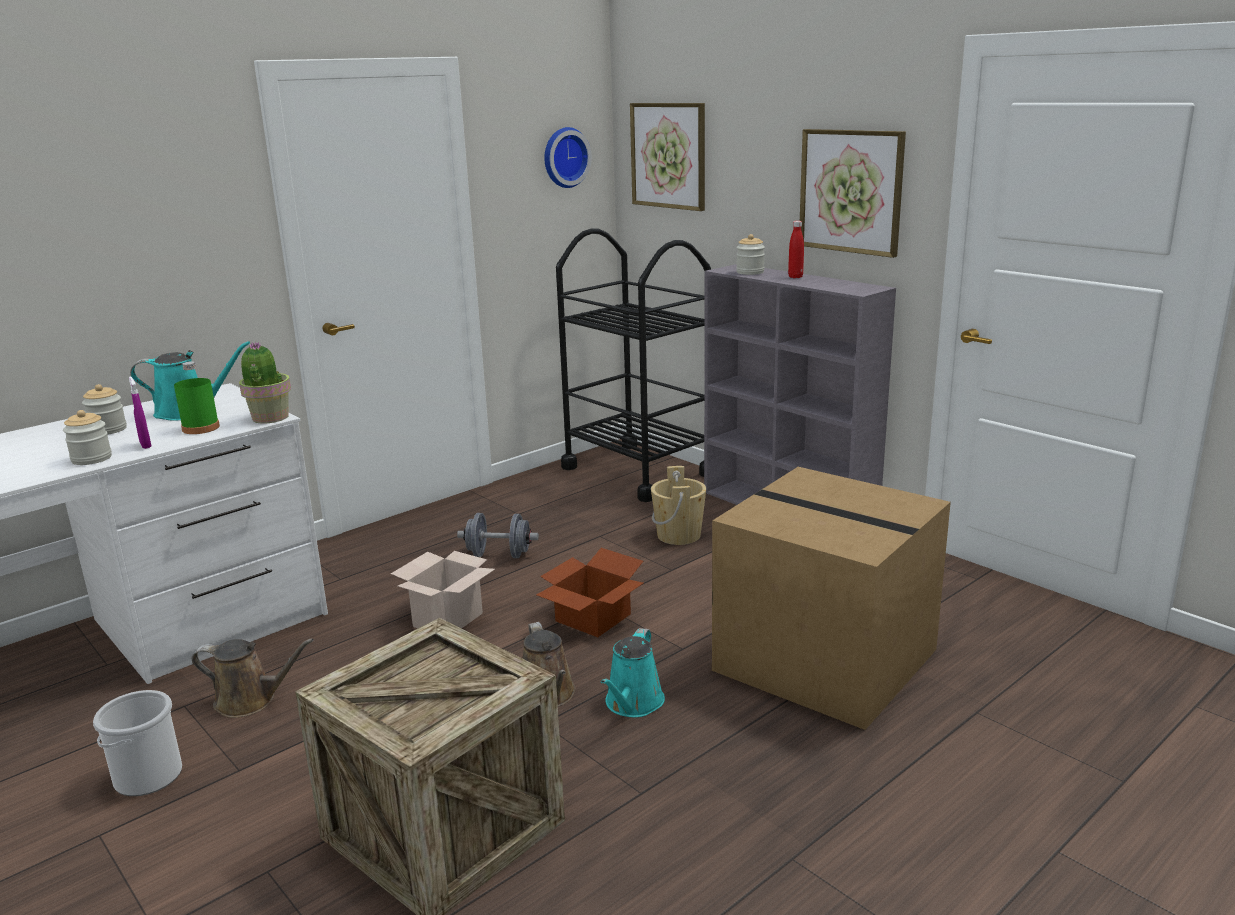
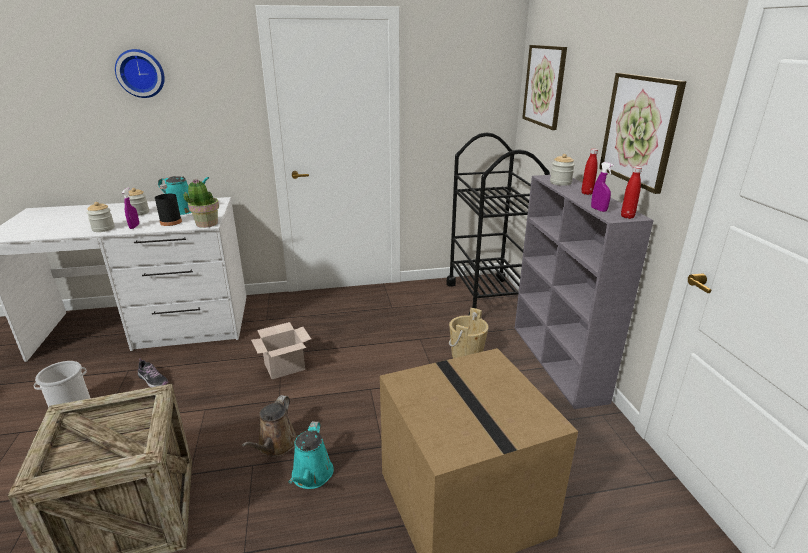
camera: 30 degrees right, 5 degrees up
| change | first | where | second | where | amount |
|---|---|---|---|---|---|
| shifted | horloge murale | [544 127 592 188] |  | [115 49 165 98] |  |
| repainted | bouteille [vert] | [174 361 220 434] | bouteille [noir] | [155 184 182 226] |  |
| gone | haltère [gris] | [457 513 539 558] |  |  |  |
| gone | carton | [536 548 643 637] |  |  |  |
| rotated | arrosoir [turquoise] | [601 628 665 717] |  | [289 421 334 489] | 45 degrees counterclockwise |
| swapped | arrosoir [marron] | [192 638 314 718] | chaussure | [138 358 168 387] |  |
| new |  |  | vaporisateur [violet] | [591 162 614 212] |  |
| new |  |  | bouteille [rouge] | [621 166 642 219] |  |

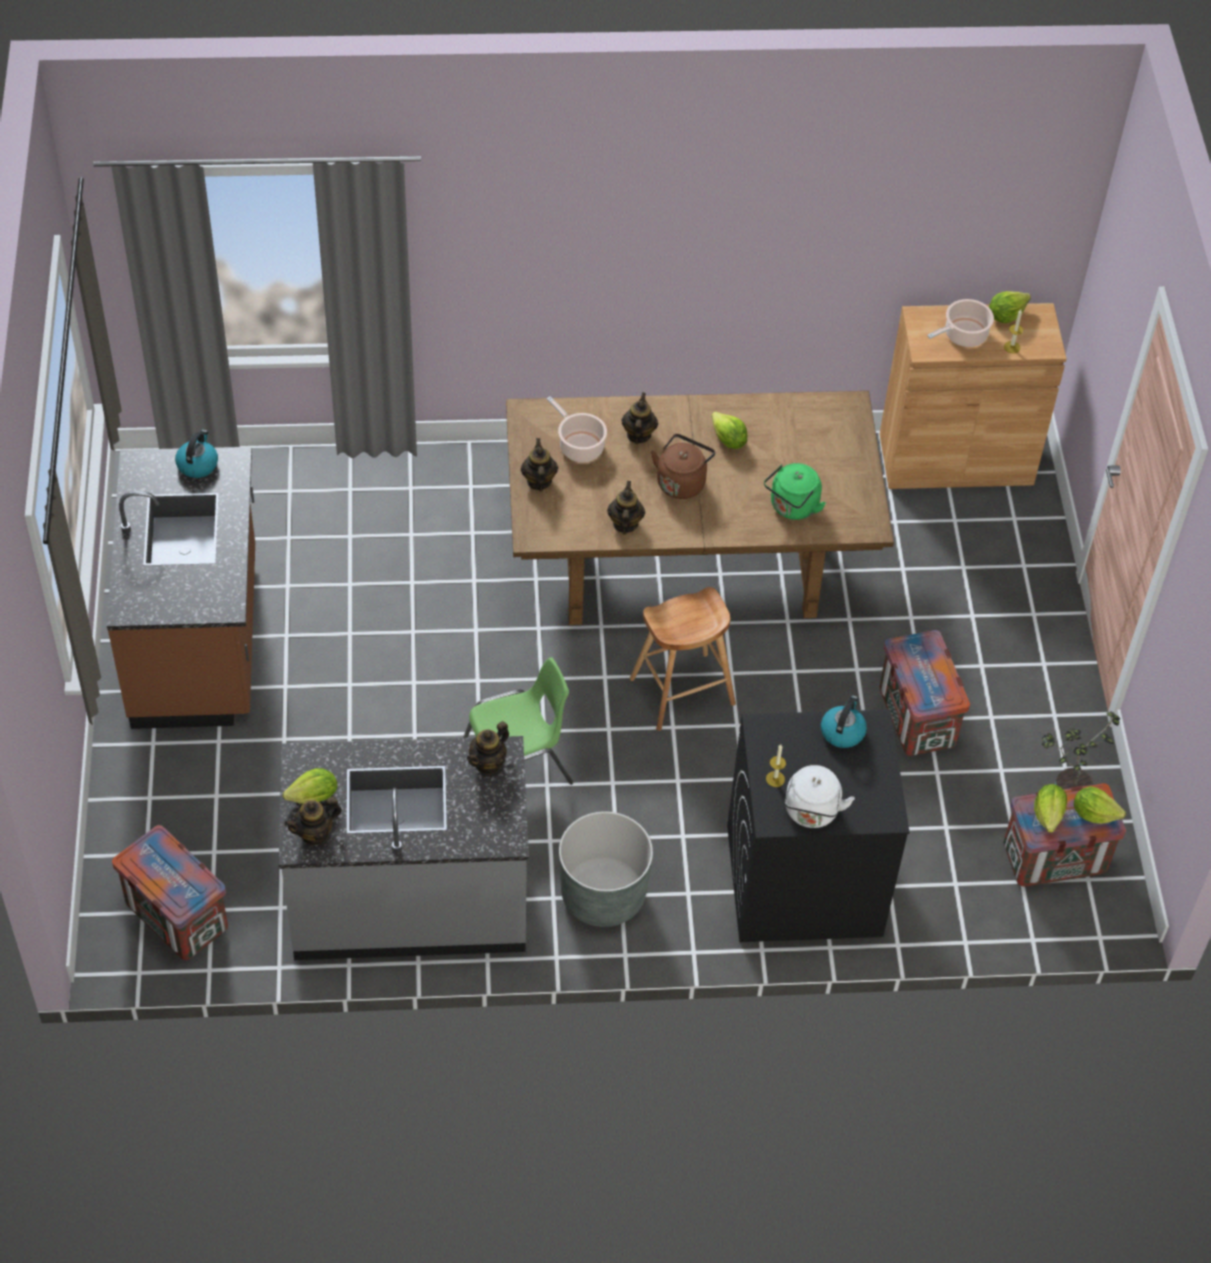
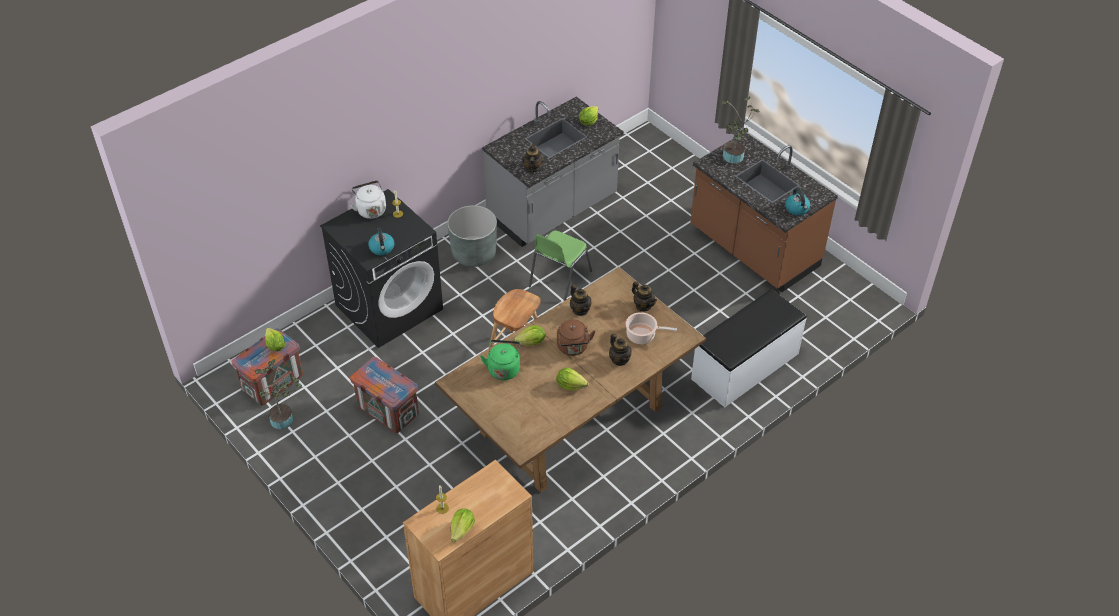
camera: 145 degrees right, 5 degrees down
| change | first | where | second | where | amount |
|---|---|---|---|---|---|
| gone | marmite | [927 299 994 347] |  |  |  |
| shifted | laitue | [1074 786 1126 824] |  | [514 325 545 346] |  |
| gone | théière | [284 797 342 846] |  |  |  |
| gone | caisse | [112 825 228 960] |  |  |  |
| new |  |  | plante en pot | [722 97 760 164] |  |
| new |  |  | banc [blanc] | [691 289 807 408] |  |

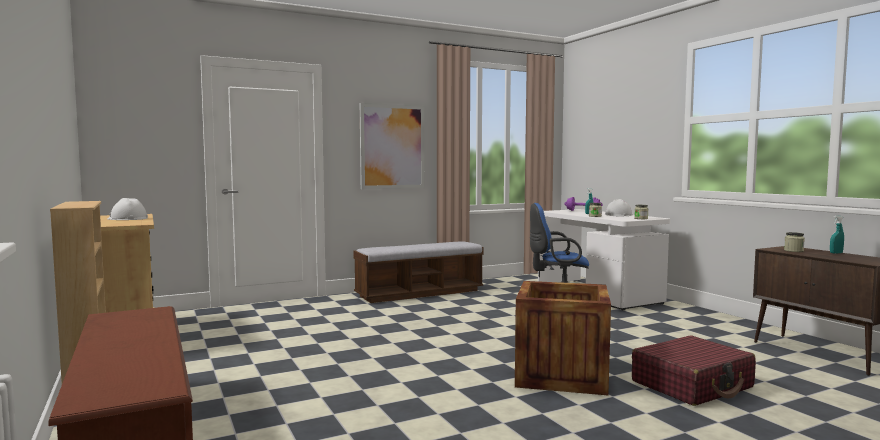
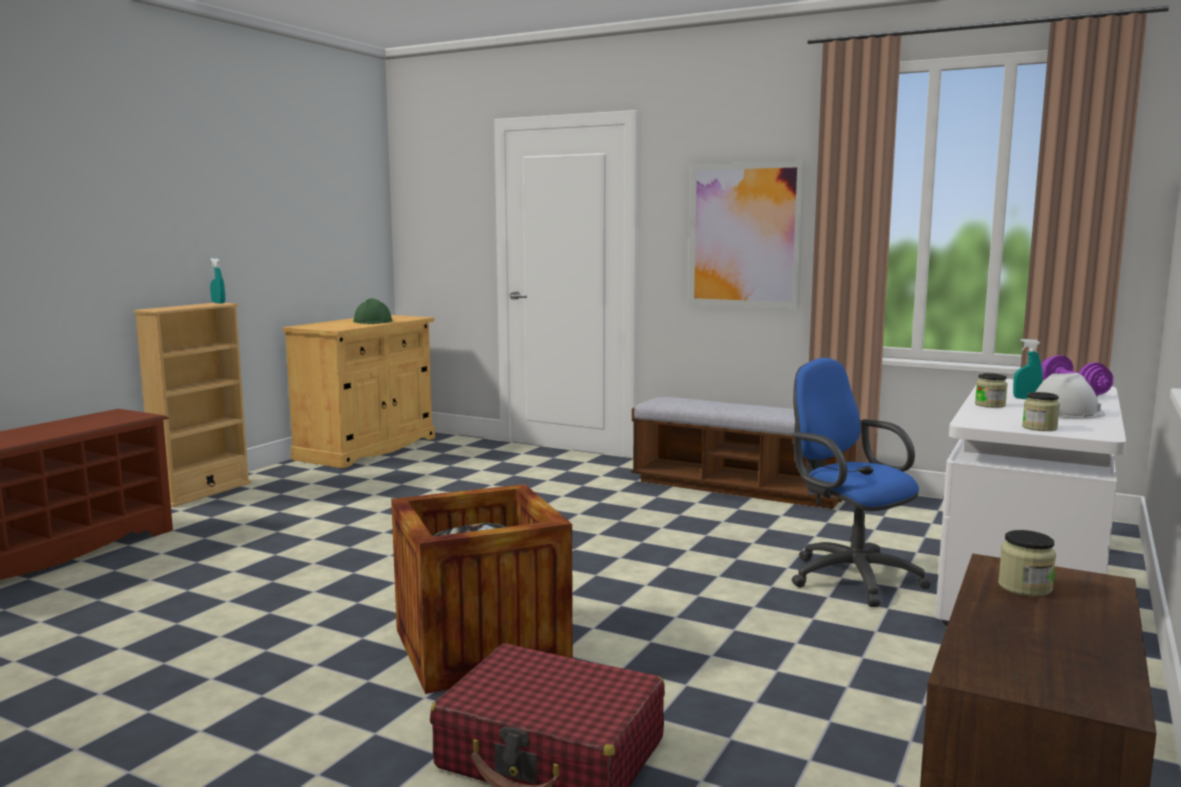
camera: 55 degrees right, 5 degrees up
| change | first | where | second | where | amount |
|---|---|---|---|---|---|
| repainted | casque de chantier [blanc] | [108 198 148 220] | casque de chantier [vert] | [353 298 393 324] |  |
| shifted | vaporisateur [turquoise] | [830 216 844 254] |  | [210 258 225 304] |  |

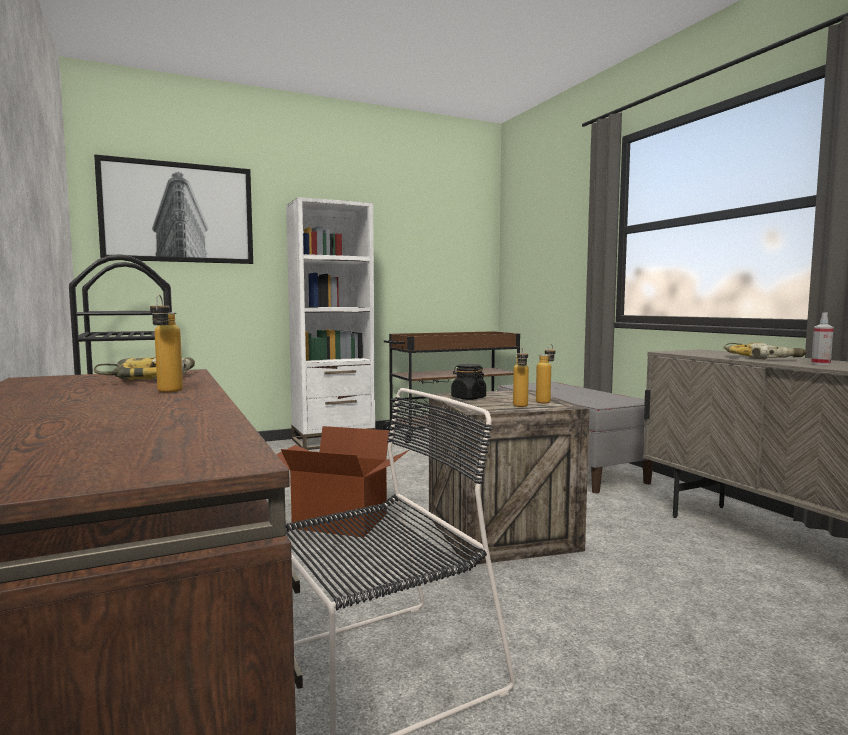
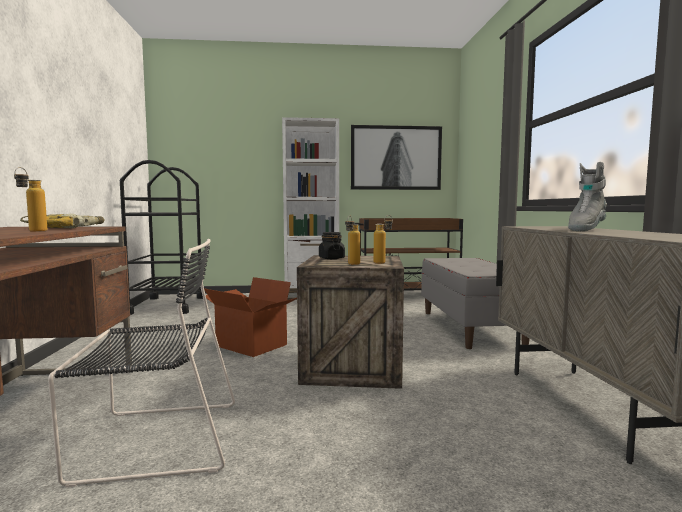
camera: 20 degrees right, 0 degrees up
| change | first | where | second | where | amount |
|---|---|---|---|---|---|
| shifted | tableau | [94 154 253 264] |  | [351 125 442 190] |  |
| gone | vaporisateur | [811 312 834 365] |  |  |  |
| swapped | perceuse | [723 343 807 359] | botte [gris] | [568 162 607 231] |  |

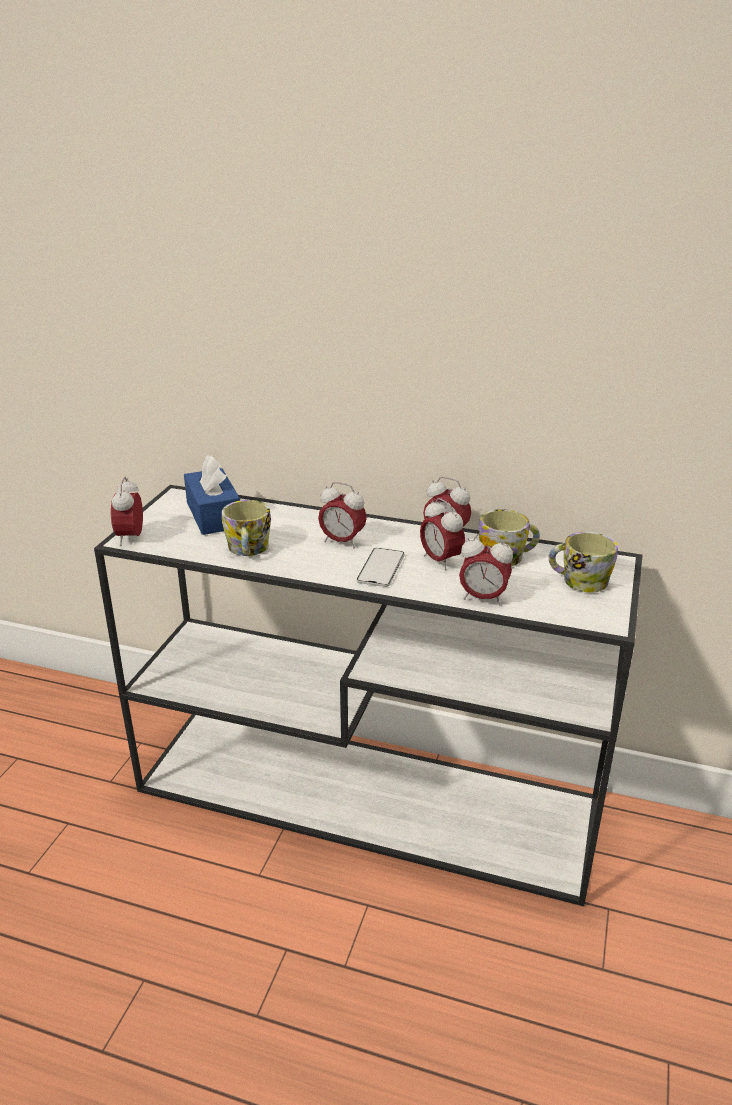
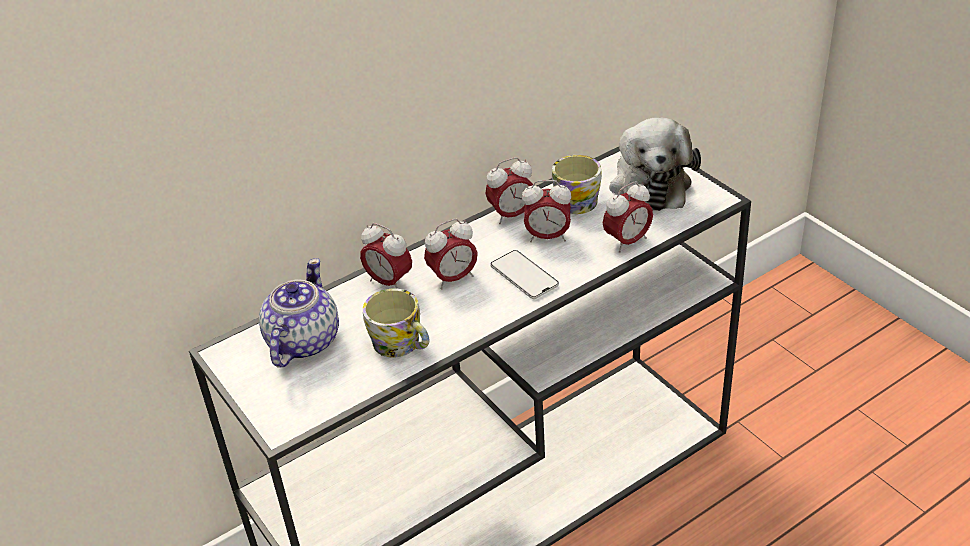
camera: 50 degrees left, 10 degrees up
| change | first | where | second | where | amount |
|---|---|---|---|---|---|
| swapped | boîte à mouchoirs [bleu] | [184 455 240 535] | théière | [259 258 339 367] |  |
| shifted | réveil | [111 477 143 546] |  | [360 223 412 289] |  |
| swapped | mug | [549 532 618 593] | peluche | [609 118 701 211] |  |

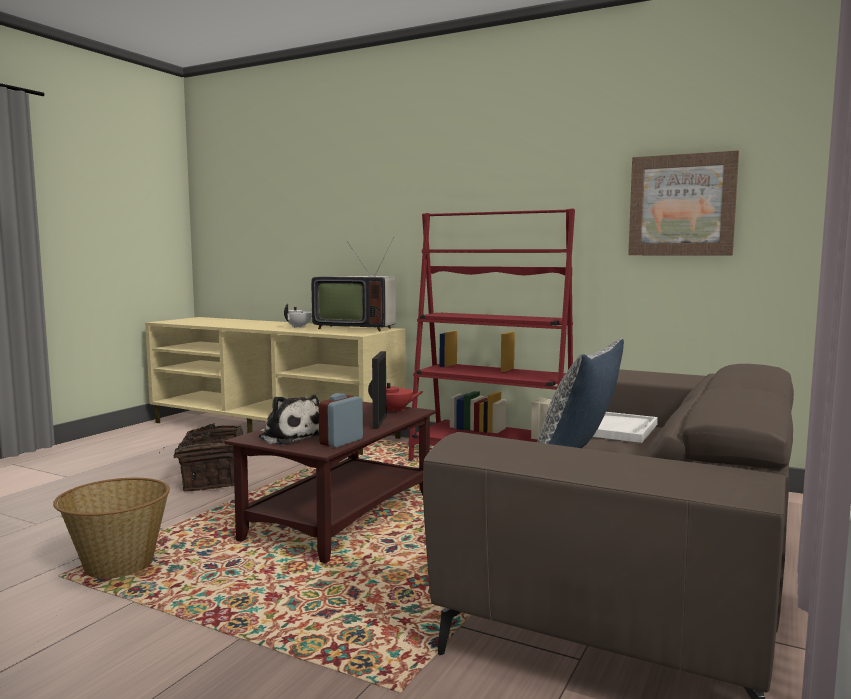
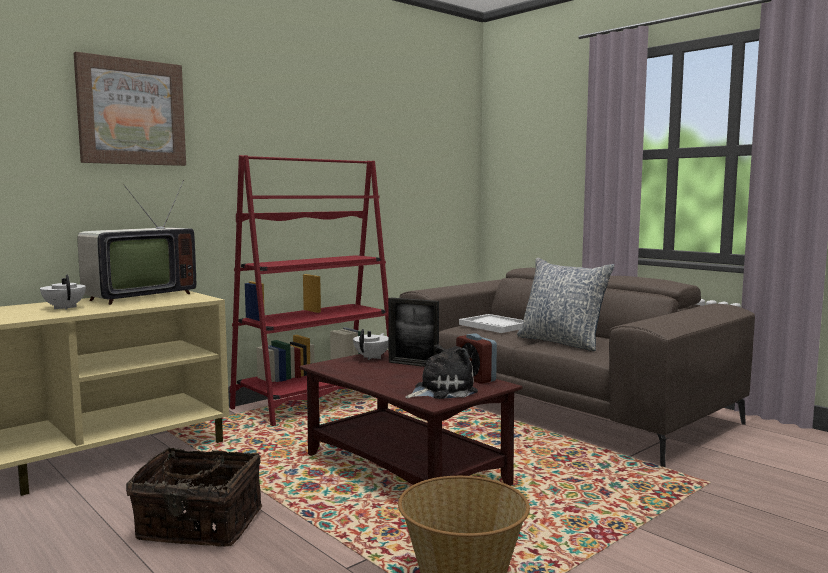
camera: 70 degrees left, 0 degrees up
| change | first | where | second | where | amount |
|---|---|---|---|---|---|
| shifted | tableau | [628 151 739 255] |  | [74 52 186 166] |  |
| repainted | théière [rouge] | [368 381 424 413] | théière [blanc] | [353 329 389 360] |  |

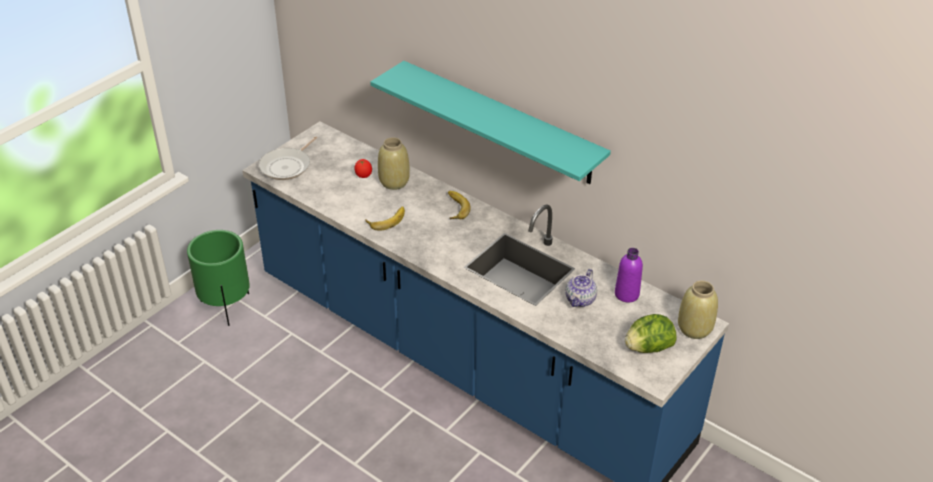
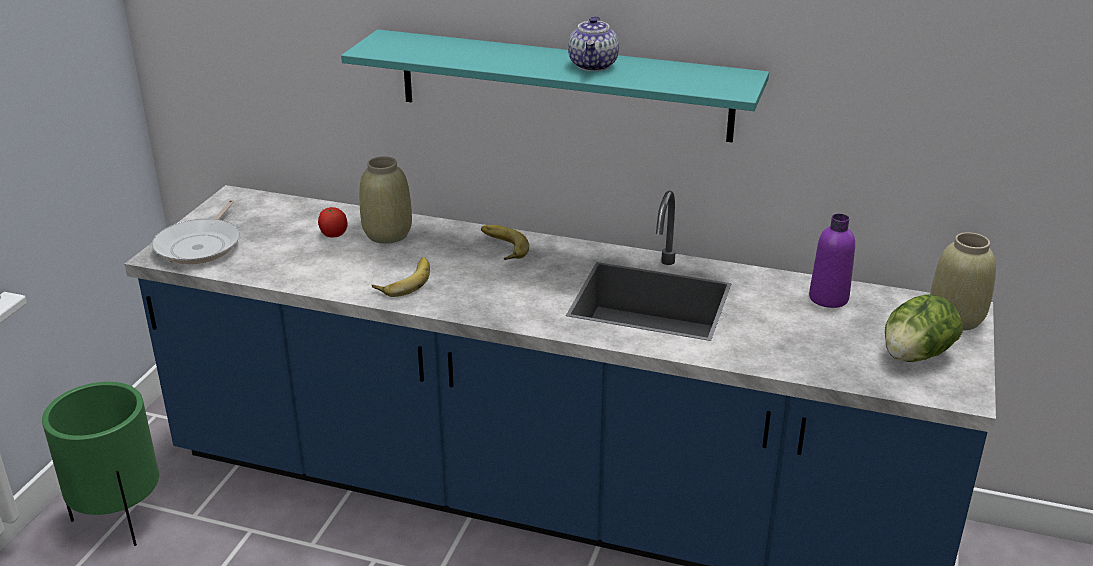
camera: 20 degrees left, 10 degrees down
| change | first | where | second | where | amount |
|---|---|---|---|---|---|
| shifted | théière | [565 269 597 307] |  | [568 16 619 71] |  |

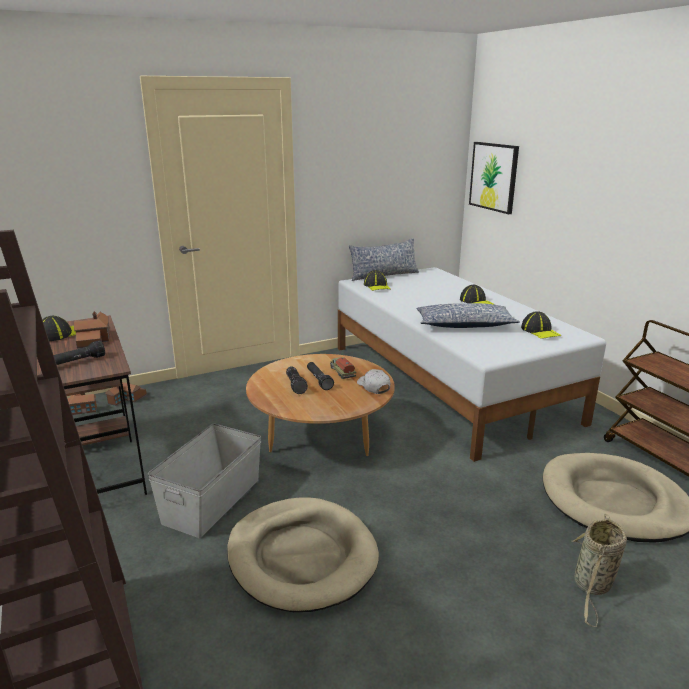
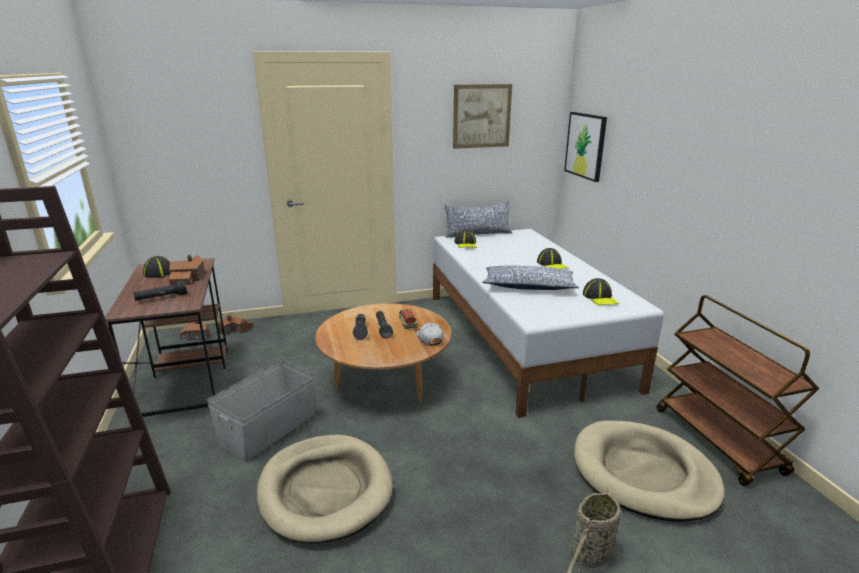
camera: 10 degrees right, 0 degrees up
| change | first | where | second | where | amount |
|---|---|---|---|---|---|
| new |  |  | tableau | [453 84 512 149] |  |

